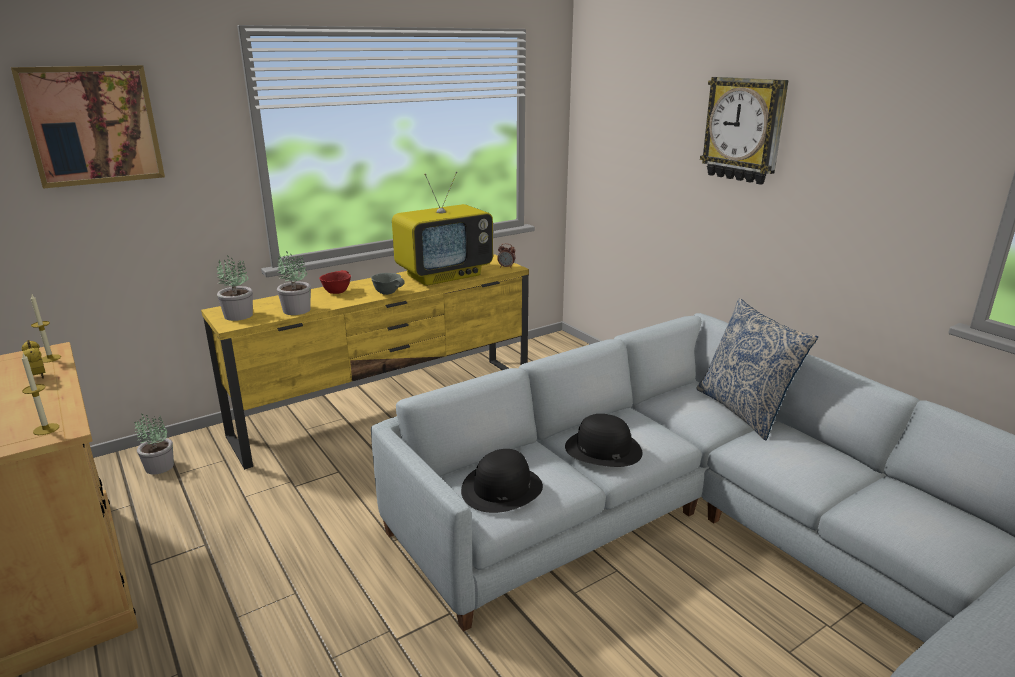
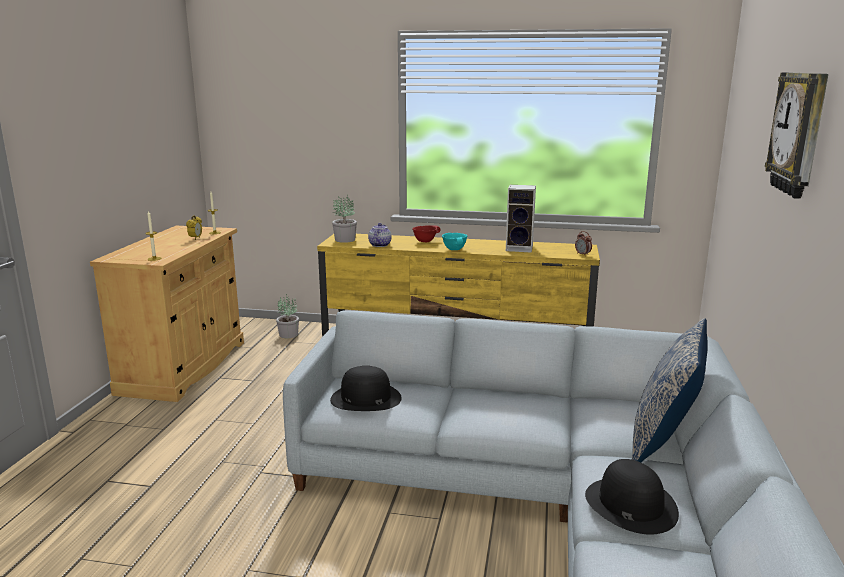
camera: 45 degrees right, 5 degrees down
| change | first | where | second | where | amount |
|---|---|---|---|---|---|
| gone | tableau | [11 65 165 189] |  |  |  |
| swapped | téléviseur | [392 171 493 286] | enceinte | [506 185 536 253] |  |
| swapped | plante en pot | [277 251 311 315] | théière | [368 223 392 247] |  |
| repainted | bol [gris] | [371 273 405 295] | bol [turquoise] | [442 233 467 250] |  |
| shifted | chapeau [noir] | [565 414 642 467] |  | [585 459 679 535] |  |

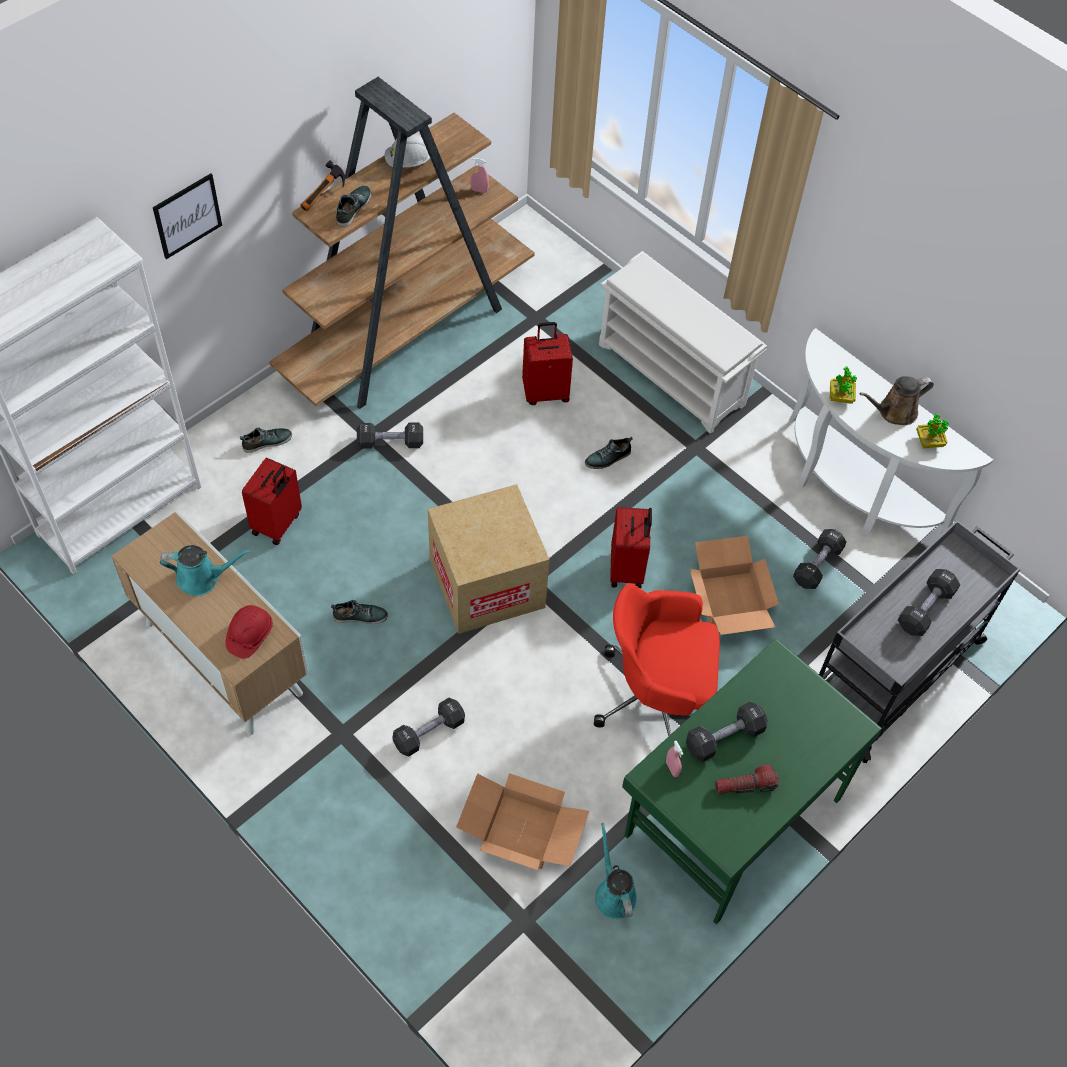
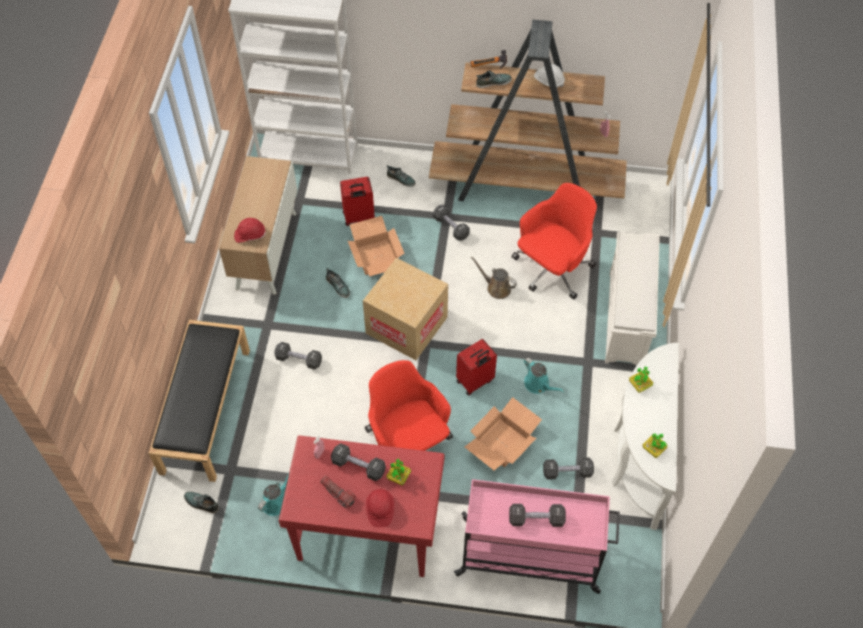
camera: 55 degrees right, 0 degrees up
| change | first | where | second | where | amount |
|---|---|---|---|---|---|
| gone | tableau | [153 173 222 259] |  |  |  |
| swapped | valise [rouge] | [522 322 573 405] | chaise de bureau [rouge] | [512 183 597 300] |  |
| shifted | arrosoir [marron] | [859 376 934 425] |  | [471 256 517 299] |  |
| shifted | chaussure | [585 437 633 469] |  | [184 492 219 513] |  |
| repainted | chariot [gris] | [819 520 1020 763] | chariot [rose] | [454 479 620 594] |  |
| shifted | arrosoir [turquoise] | [160 545 251 596] |  | [524 358 565 394] |  |
| repainted | bureau [vert] | [622 638 882 924] | bureau [rouge] | [279 435 444 577] |  |
| shifted | carton | [456 773 589 870] |  | [348 216 405 276] |  |
| new |  |  | banc [noir] | [149 320 250 482] |  |
| new |  |  | plante en pot | [386 459 411 486] |  |
| new |  |  | casque de chantier [rouge] | [366 489 394 528] |  |

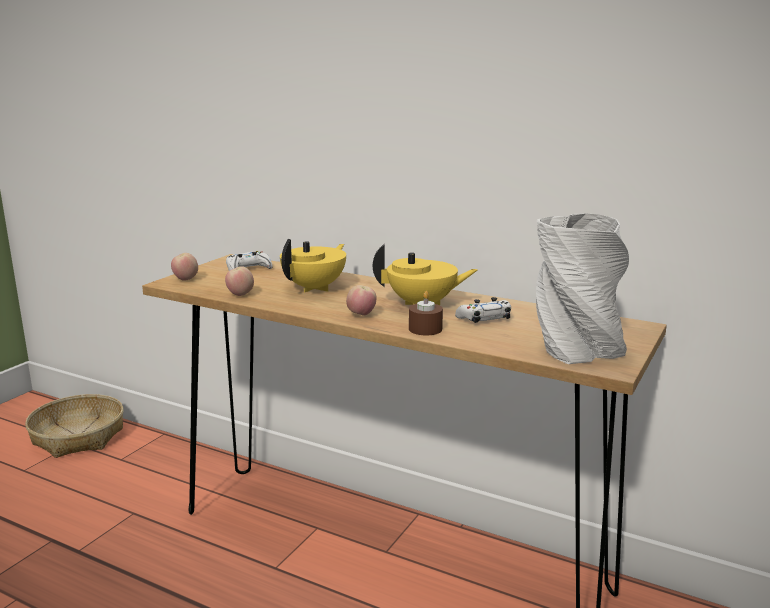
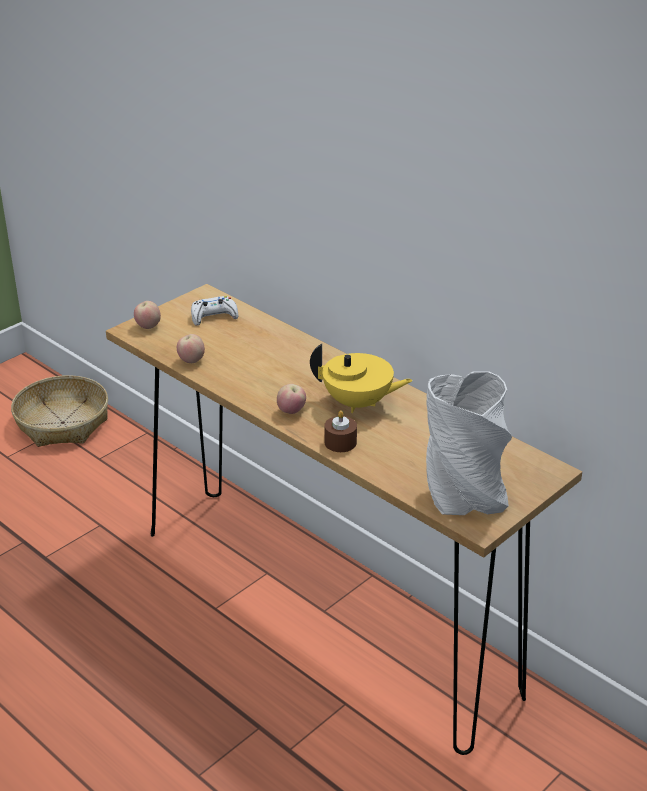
camera: 15 degrees right, 15 degrees up
| change | first | where | second | where | amount |
|---|---|---|---|---|---|
| gone | théière [jaune] | [280 239 346 292] |  |  |  |
| gone | manette [blanc] | [455 297 511 323] |  |  |  |

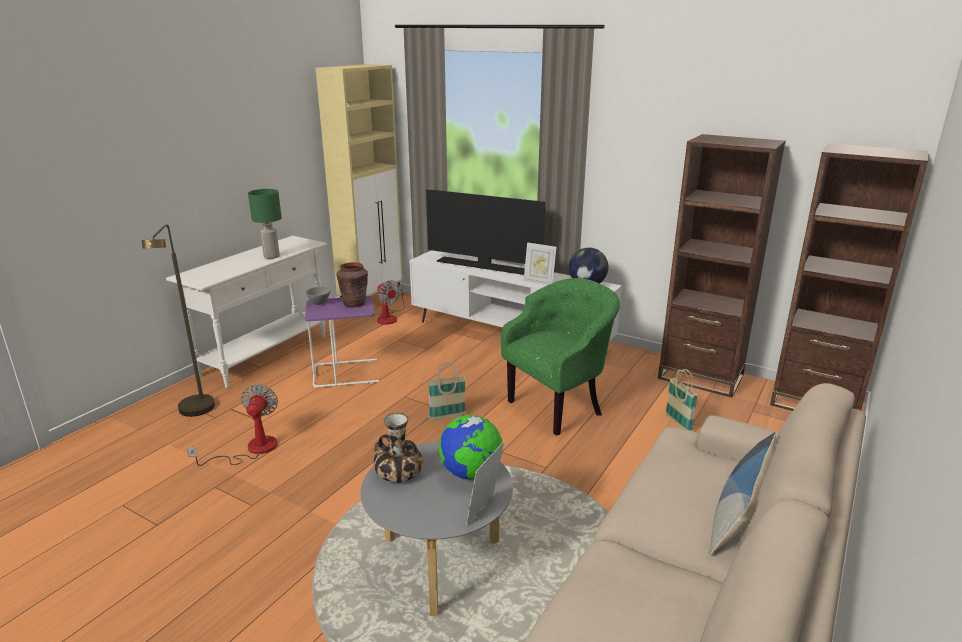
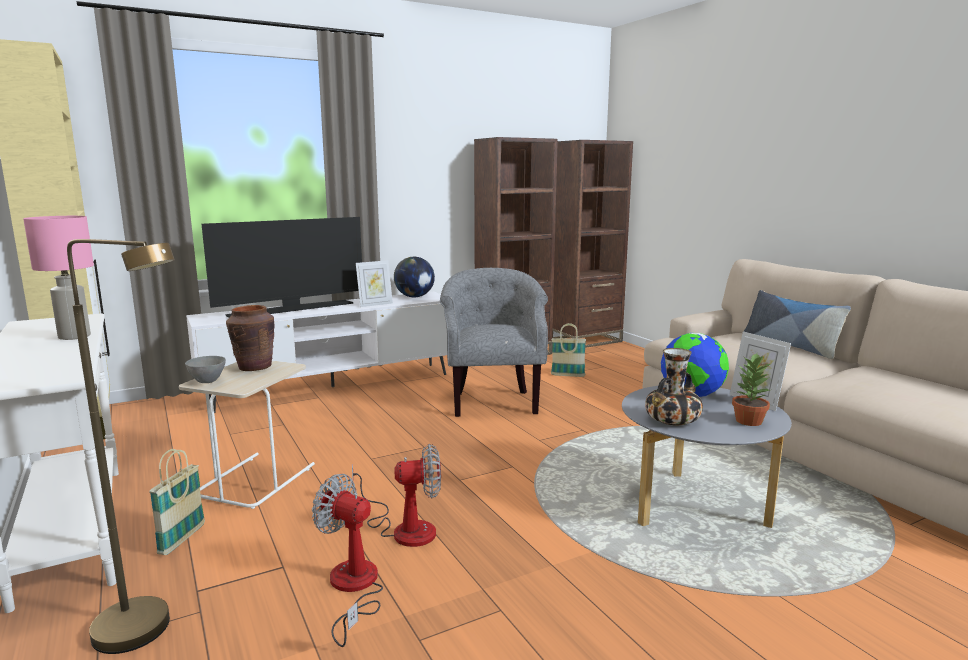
camera: 60 degrees left, 10 degrees down
| change | first | where | second | where | amount |
|---|---|---|---|---|---|
| repainted | lampe de table [vert] | [248 189 282 259] | lampe de table [rose] | [23 216 94 340] |  |
| repainted | fauteuil [vert] | [501 278 620 436] | fauteuil [gris] | [440 268 548 417] |  |
| shifted | ventilateur | [377 280 405 325] |  | [352 444 441 547] |  |
| repainted | table d'appoint [violet] | [305 296 379 388] | table d'appoint [beige] | [179 361 315 509] |  |
| shifted | panier | [428 363 466 420] |  | [149 449 205 555] |  |
| new |  |  | plante en pot | [732 353 770 426] |  |

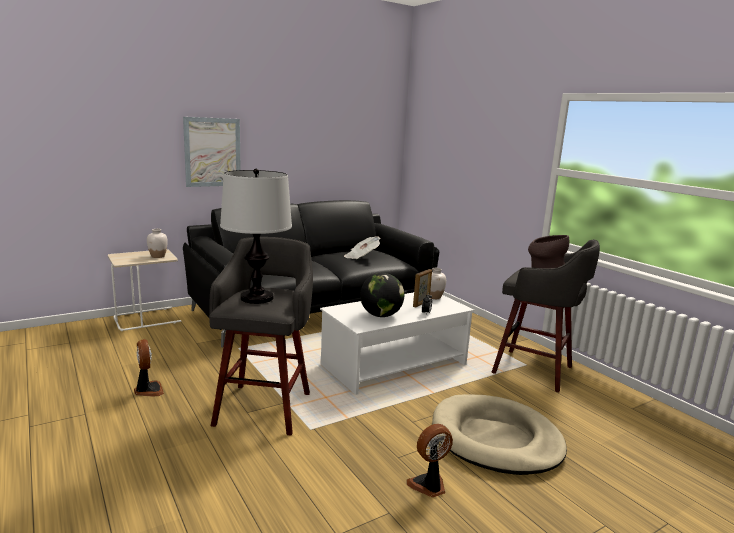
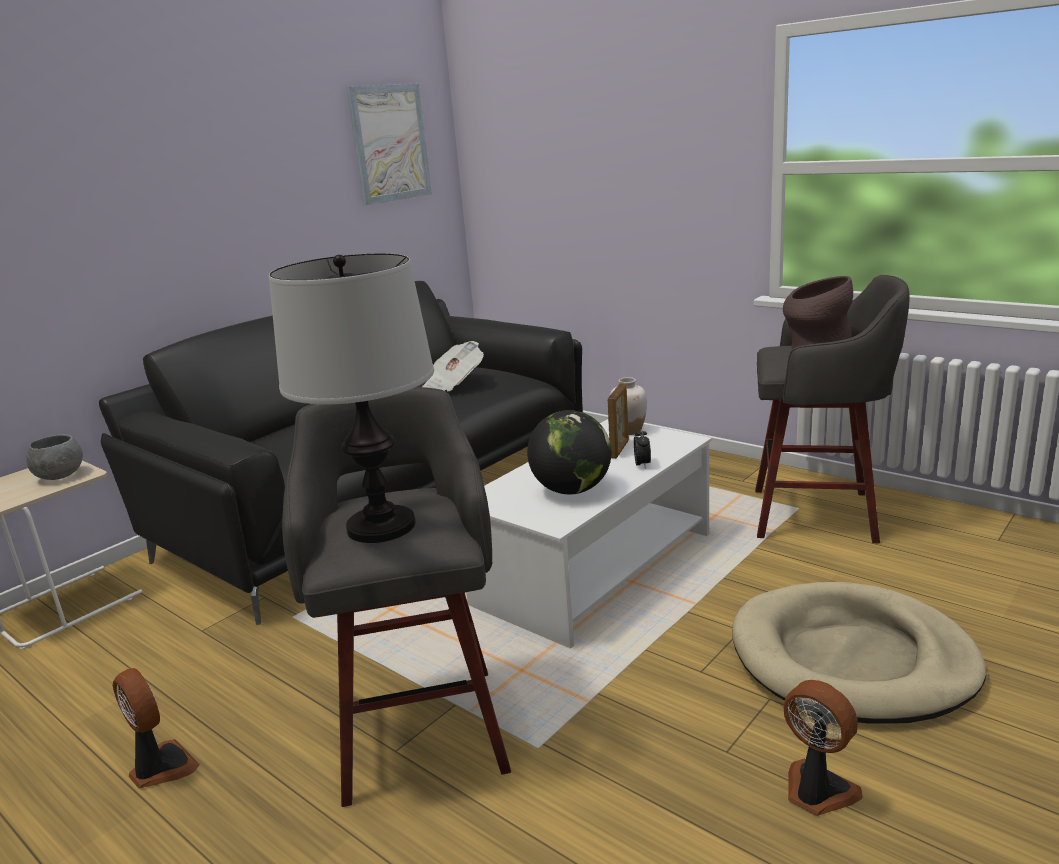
camera: 15 degrees left, 5 degrees up
| change | first | where | second | where | amount |
|---|---|---|---|---|---|
| shifted | tableau | [183 117 241 187] |  | [347 83 432 205] |  |
| swapped | vase [blanc] | [147 229 168 258] | bol [gris] | [26 435 83 480] |  |
| rotated | ventilateur | [407 424 453 497] |  | [783 680 863 816] | 90 degrees clockwise |

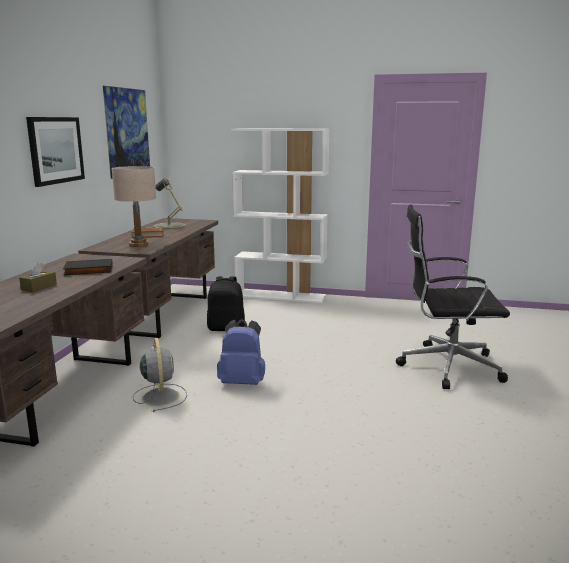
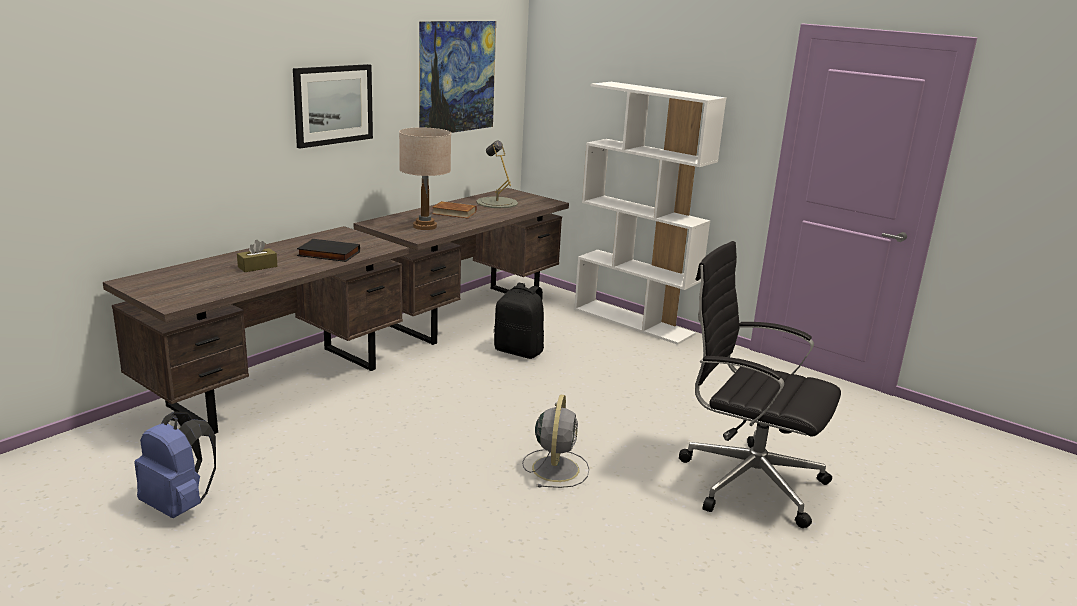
camera: 25 degrees right, 5 degrees up
| change | first | where | second | where | amount |
|---|---|---|---|---|---|
| shifted | sac à dos [bleu] | [217 319 265 385] |  | [135 412 216 518] |  |
| shifted | ventilateur [gris] | [133 338 187 412] |  | [522 394 589 488] |  |

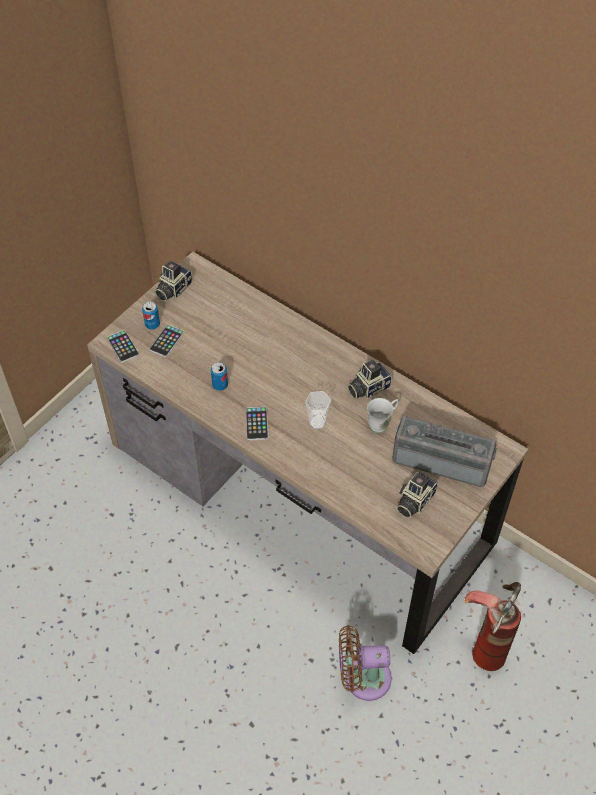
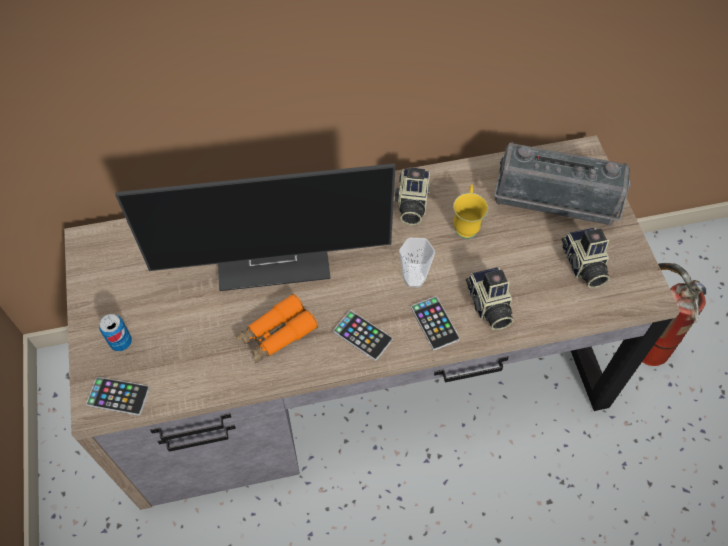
camera: 50 degrees left, 5 degrees up
| change | first | where | second | where | amount |
|---|---|---|---|---|---|
| shifted | appareil photo | [155 261 192 302] |  | [466 267 514 330] |  |
| shifted | téléphone | [149 324 184 357] |  | [411 296 460 351] |  |
| swapped | boîte métallique | [211 362 228 391] | jumelles [orange] | [236 294 318 363] |  |
| repainted | mug [blanc] | [367 398 399 433] | mug [jaune] | [453 185 488 239] |  |
| rotated | radio | [392 416 497 487] |  | [494 142 631 226] | 135 degrees counterclockwise |
| gone | ventilateur [marron] | [339 625 392 701] |  |  |  |
| new |  |  | écran d'ordinateur | [115 163 395 291] |  |

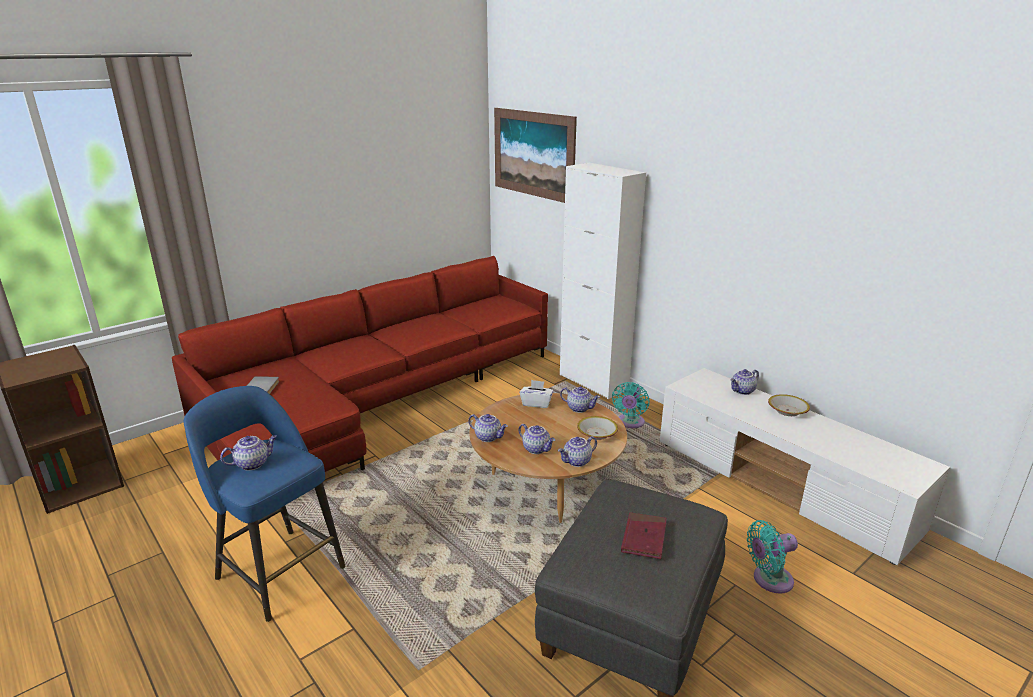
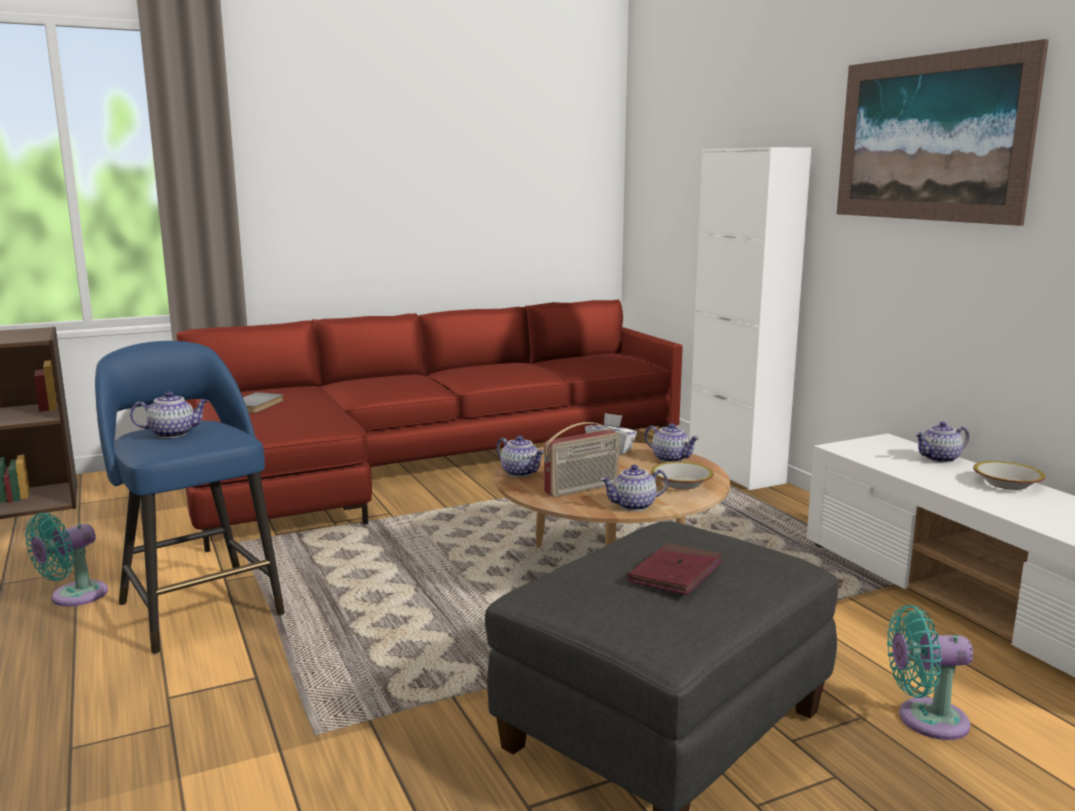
camera: 15 degrees right, 10 degrees down
| change | first | where | second | where | amount |
|---|---|---|---|---|---|
| shifted | tableau | [494 108 577 203] |  | [837 39 1049 226] |  |
| shifted | ventilateur [turquoise] | [612 382 649 428] |  | [25 513 108 606] |  |
| swapped | théière | [519 424 555 454] | radio | [544 422 619 497] |  |

